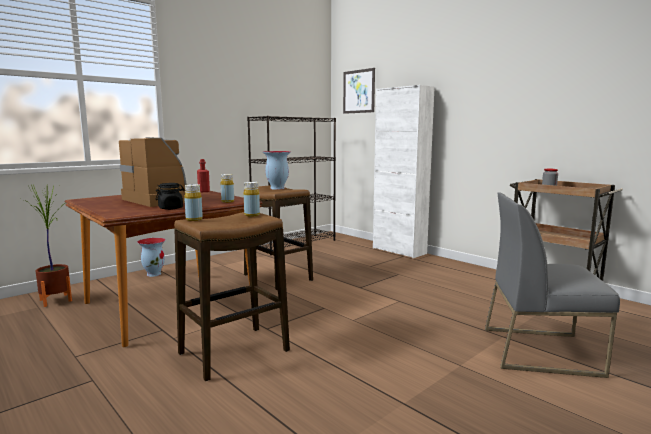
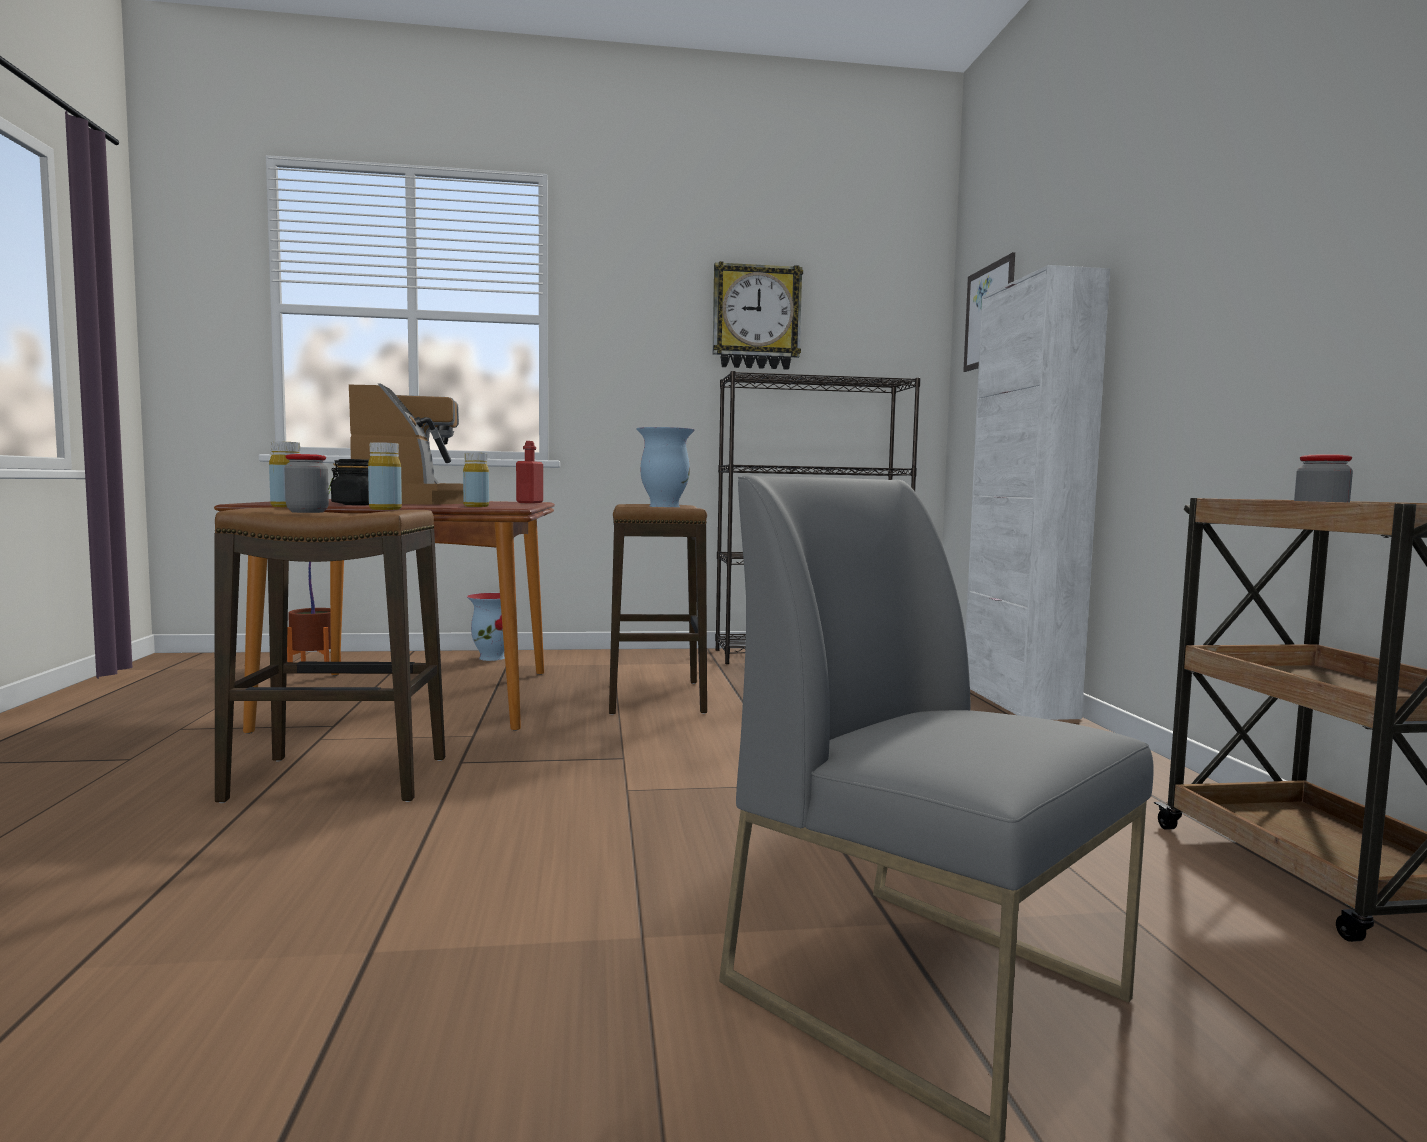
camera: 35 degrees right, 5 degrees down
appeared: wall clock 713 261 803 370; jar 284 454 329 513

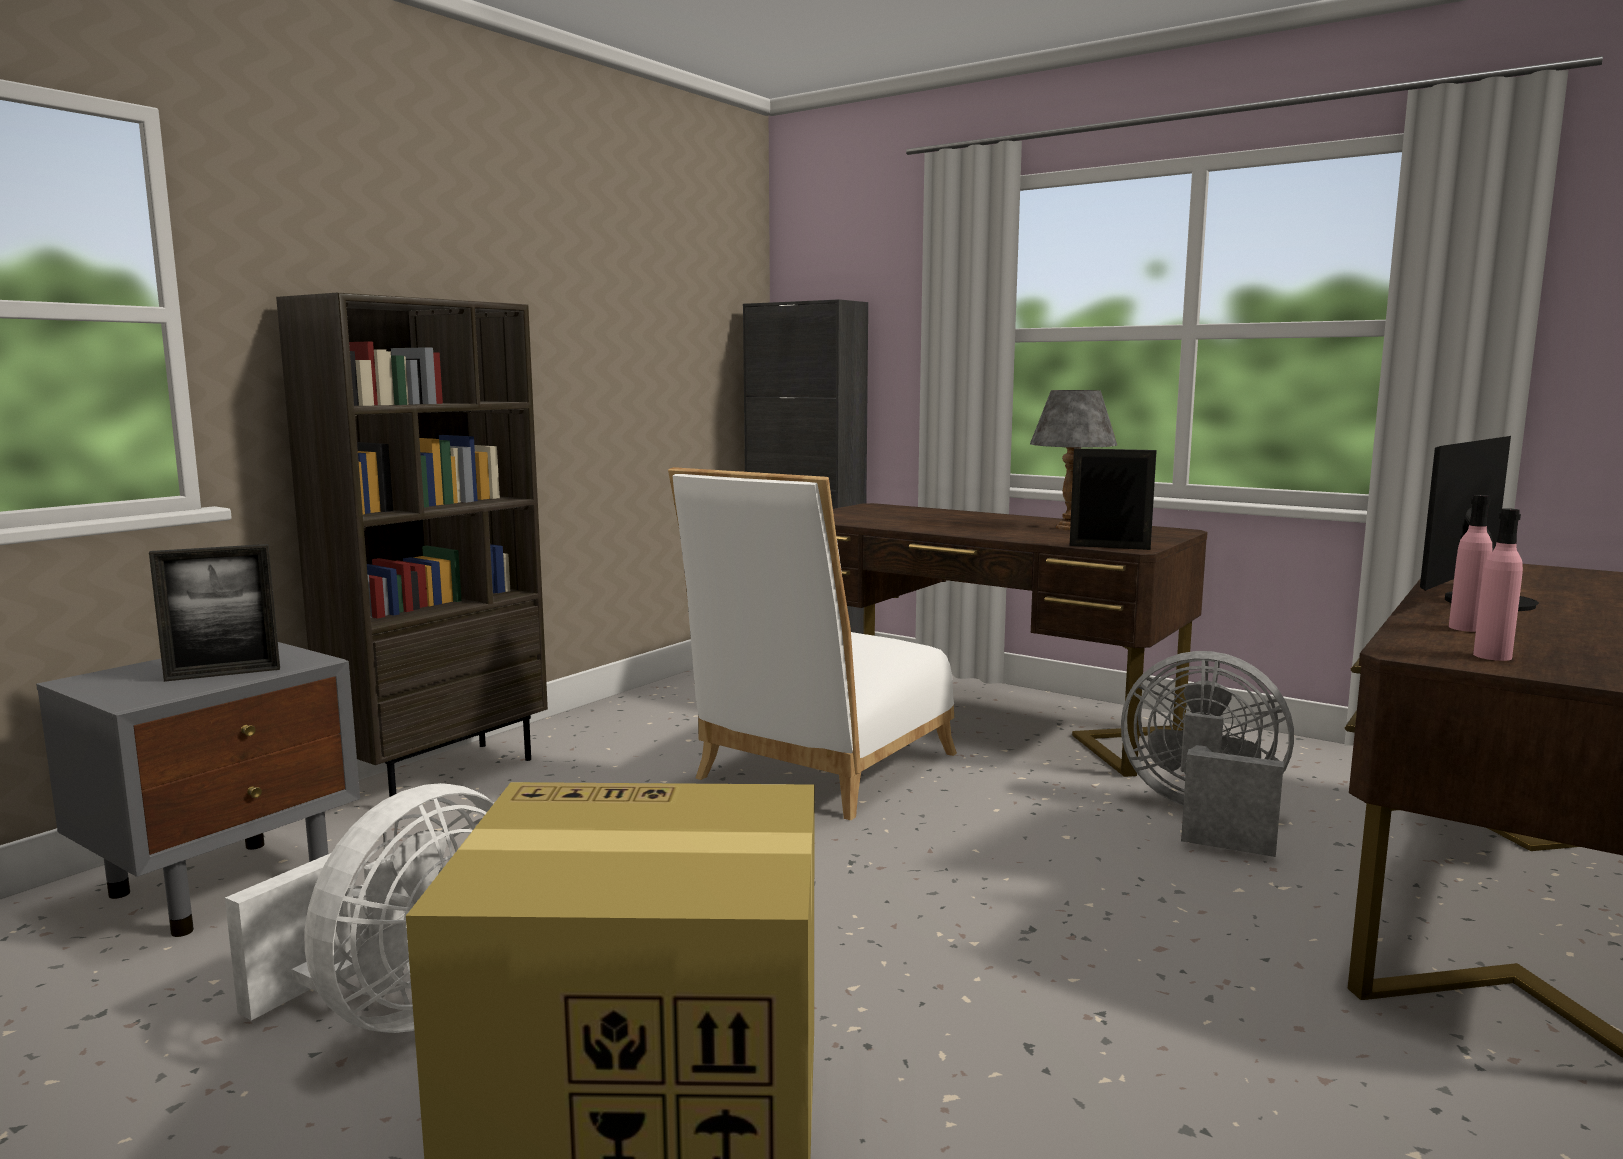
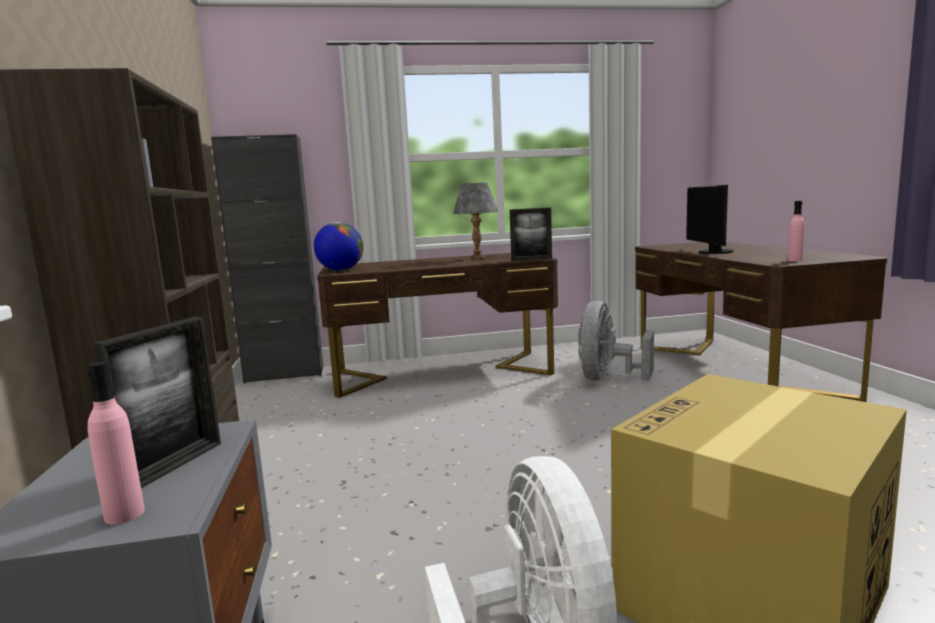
camera: 45 degrees left, 0 degrees up
missing: white chair 668 467 957 820
appeared: globe 314 222 363 271
relocated: pink bottle 1449 495 1492 632 to 87 362 145 524
spun: picture frame 1070 448 1157 550 = 510 208 552 261 150 degrees counterclockwise; grey fan 1121 651 1294 857 = 578 301 654 381 45 degrees counterclockwise

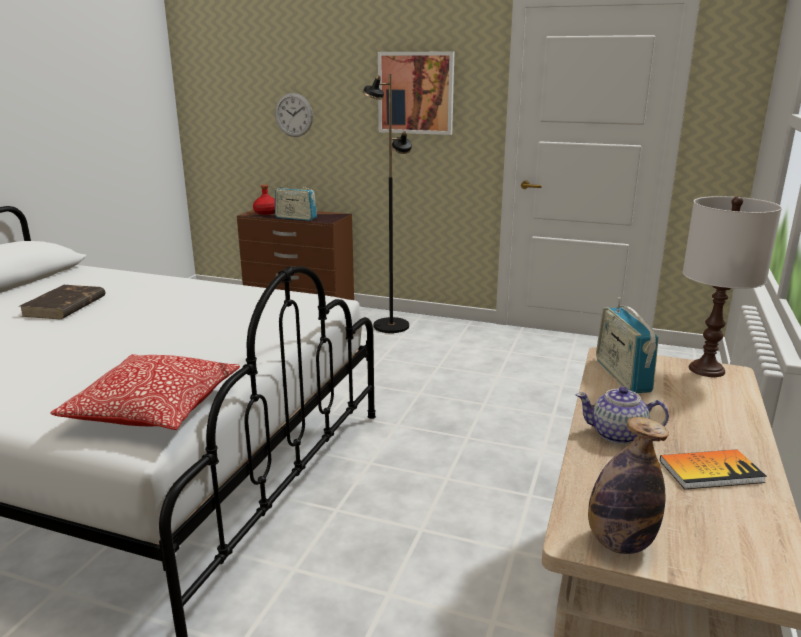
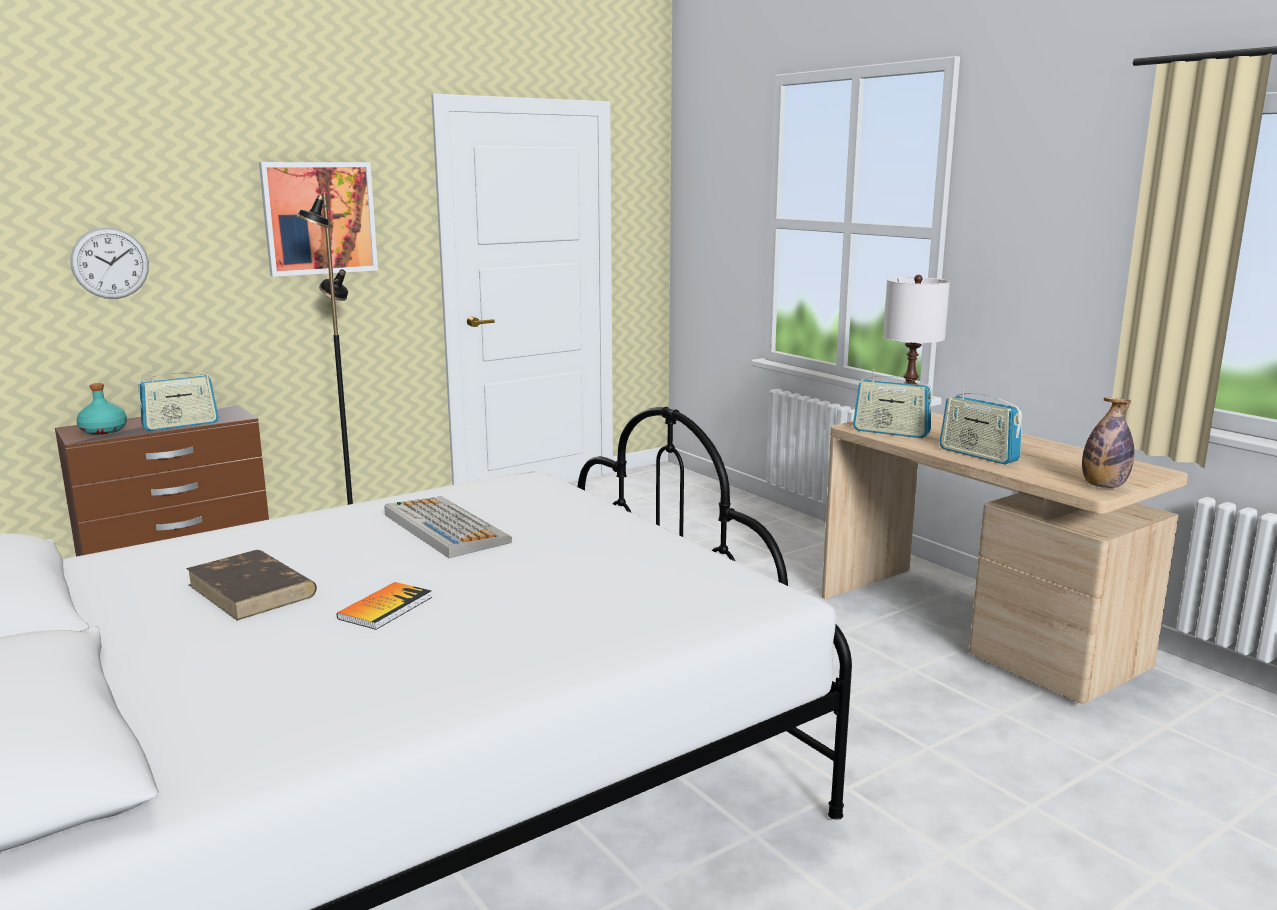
camera: 55 degrees left, 5 degrees down
missing: pillow 50 354 240 430
appeared: keyboard 385 496 512 558
relocated: book 660 449 767 489 to 337 582 432 630
exchanged: teapot 575 387 669 444 to radio 940 385 1022 465
colour: red bottle 253 185 275 215 to turquoise bottle 76 383 127 435

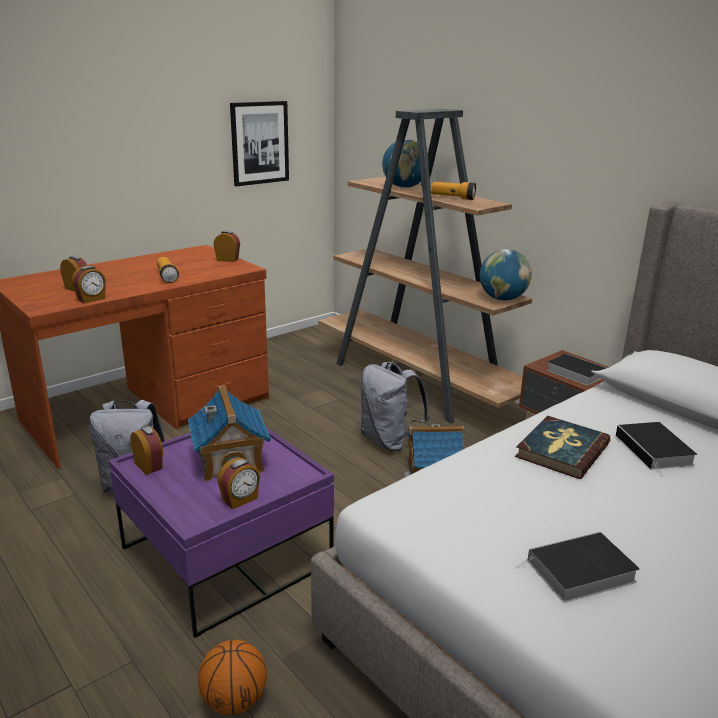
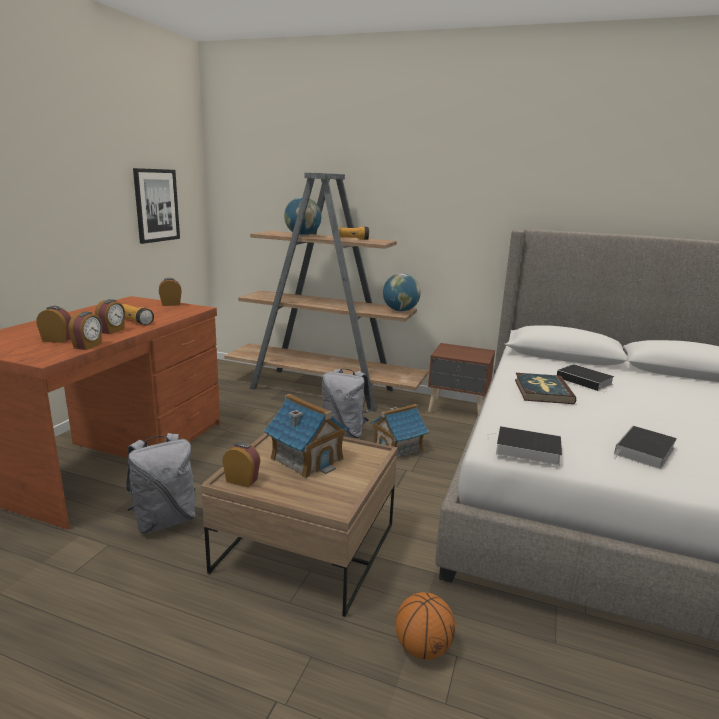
camera: 30 degrees left, 5 degrees down
relocated: book 547 354 606 386 to 487 426 562 466; alarm clock 218 457 260 509 to 95 299 125 334
colour: purple coffee table 109 427 334 638 to brown coffee table 201 433 397 617

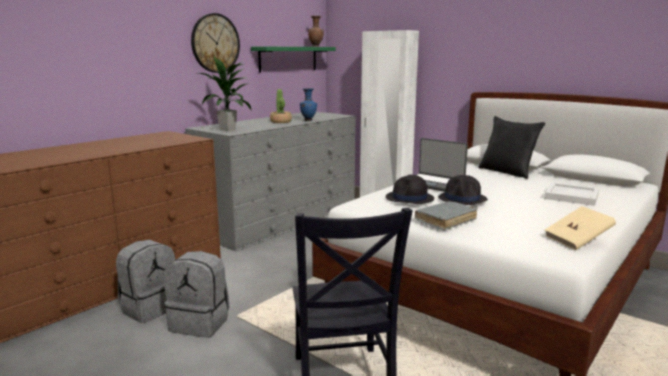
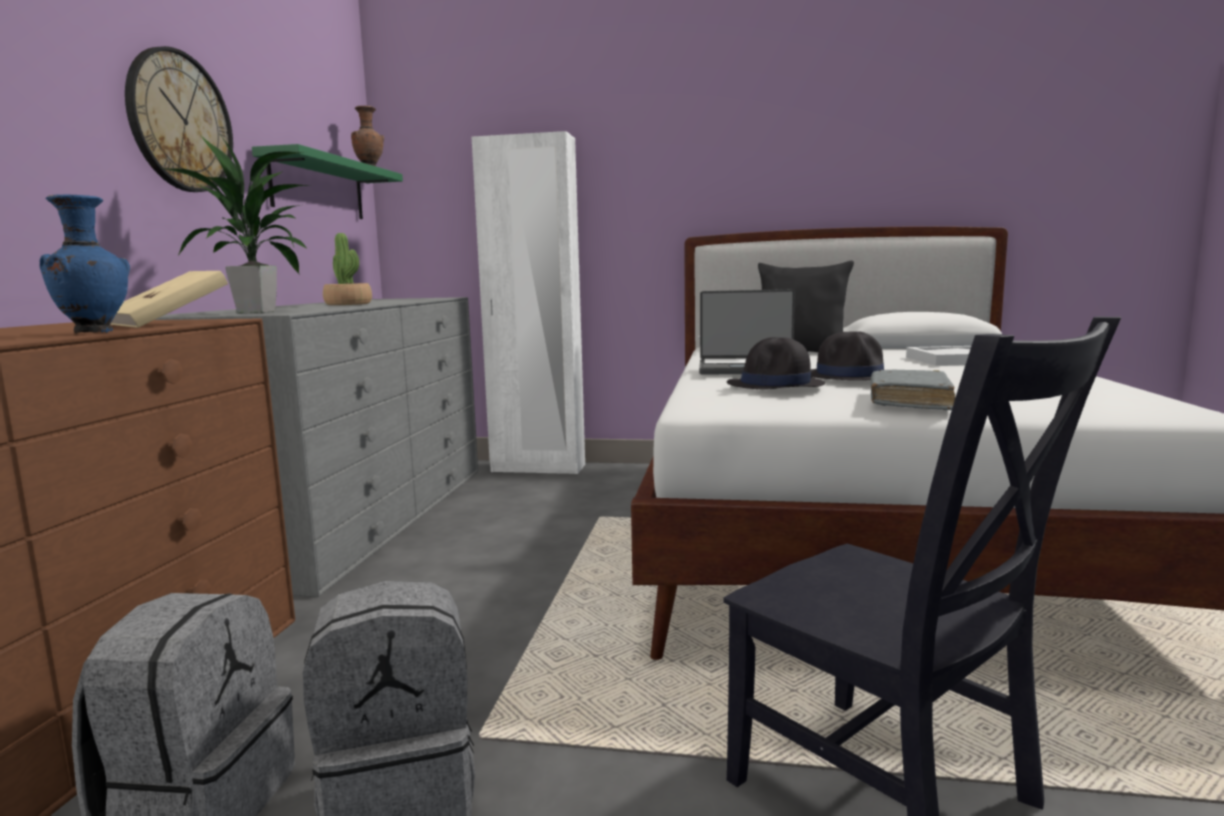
camera: 30 degrees left, 5 degrees down
relocated: blue vase 300 88 317 121 to 39 195 130 333; beige book 545 206 616 250 to 111 271 228 328

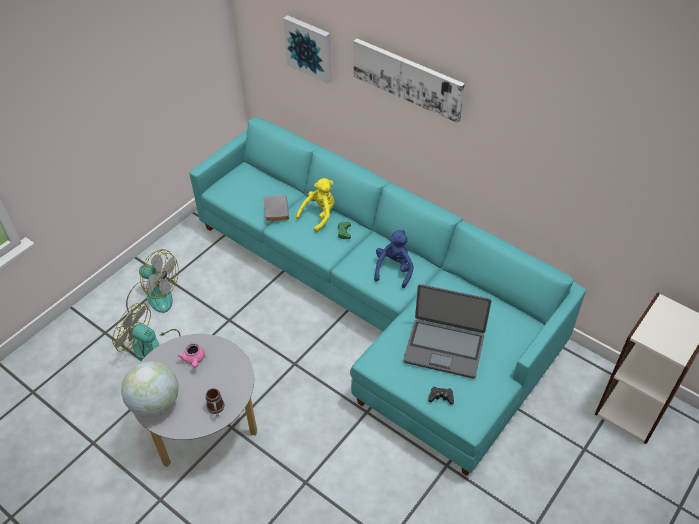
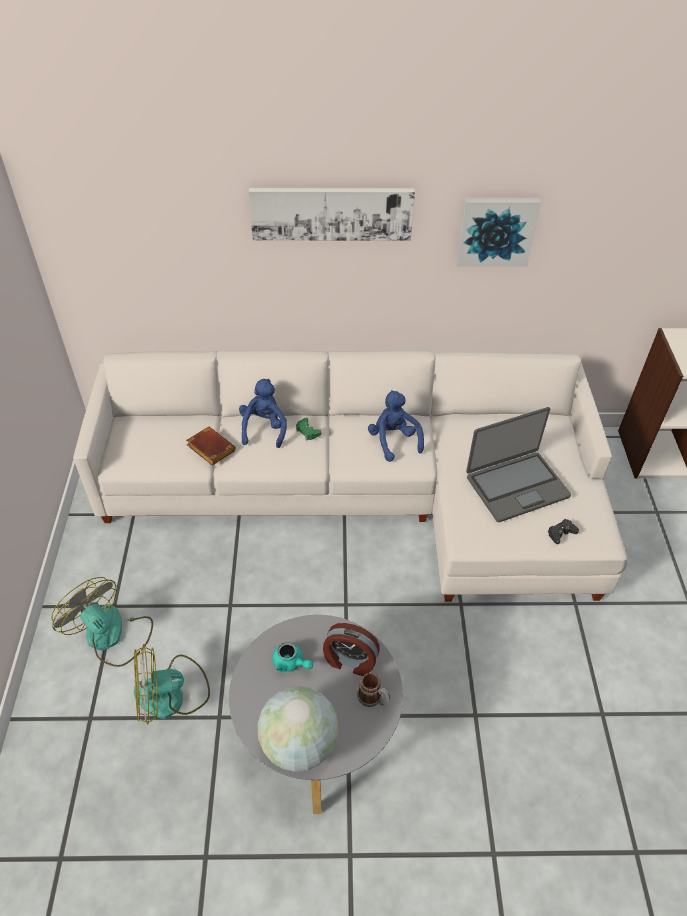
camera: 40 degrees left, 0 degrees up
appeared: alarm clock 323 623 380 676
relocated: picture 283 15 332 84 to 456 197 541 266
colour: turquoise sofa 189 117 586 476 to white sofa 73 350 627 602; yellow plush toy 296 178 335 233 to blue plush toy 239 379 287 448; grey book 264 195 289 221 to brown book 186 427 236 466; pink teapot 177 344 205 367 to turquoise teapot 273 642 313 672
spun: fan 126 249 179 315 = 51 577 153 667 120 degrees counterclockwise

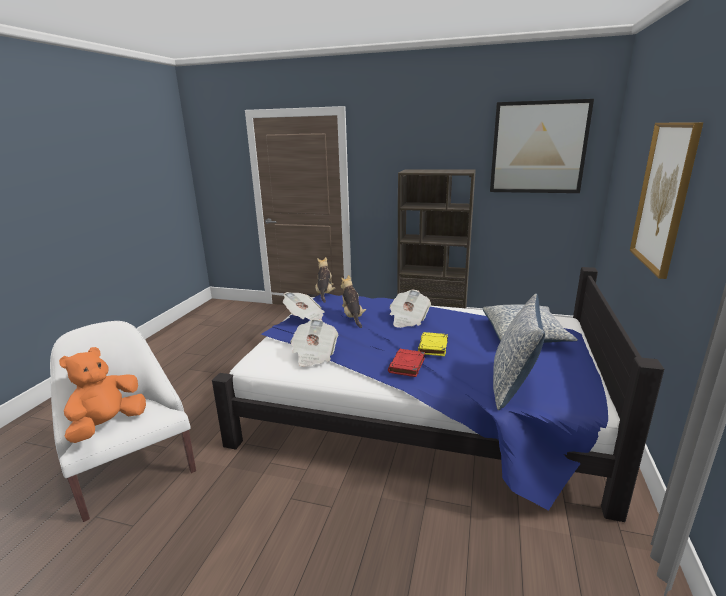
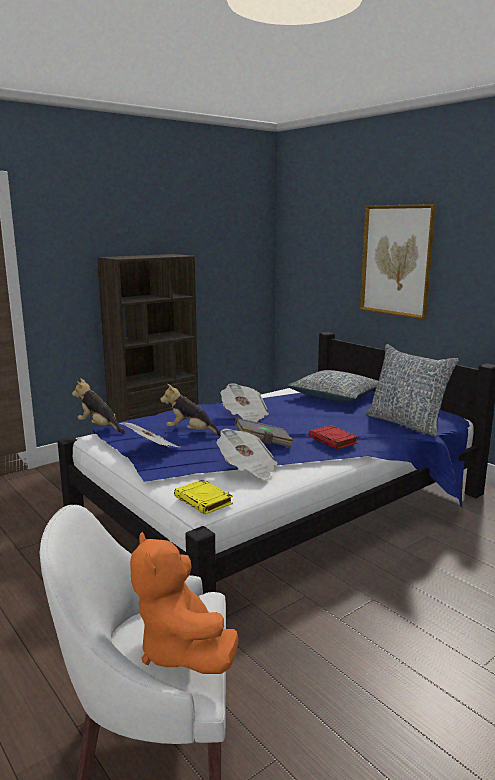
camera: 55 degrees left, 5 degrees down
missing: picture 490 99 594 193
appeared: grey book 234 418 294 448
relocated: yellow book 418 332 448 356 to 174 479 233 515

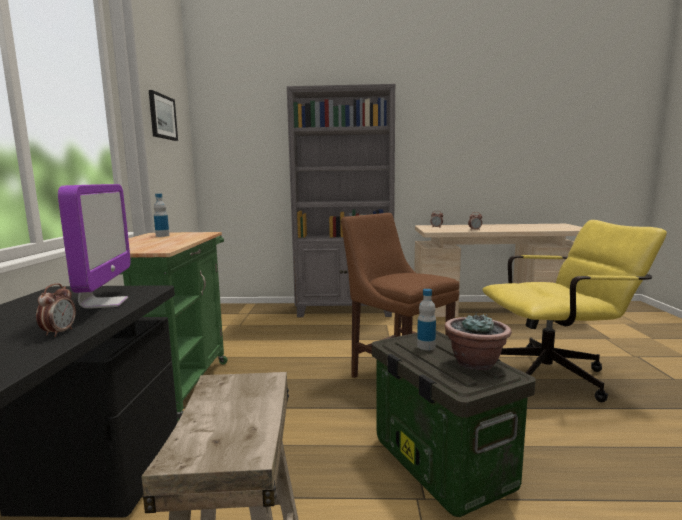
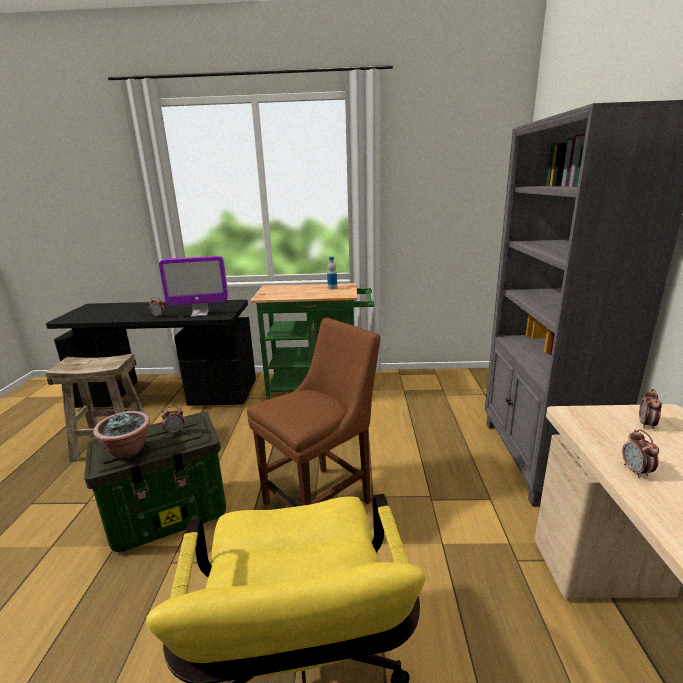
camera: 90 degrees right, 10 degrees up
missing: picture 149 90 178 141
exchanged: bottle 417 289 436 350 to alarm clock 161 406 185 435

